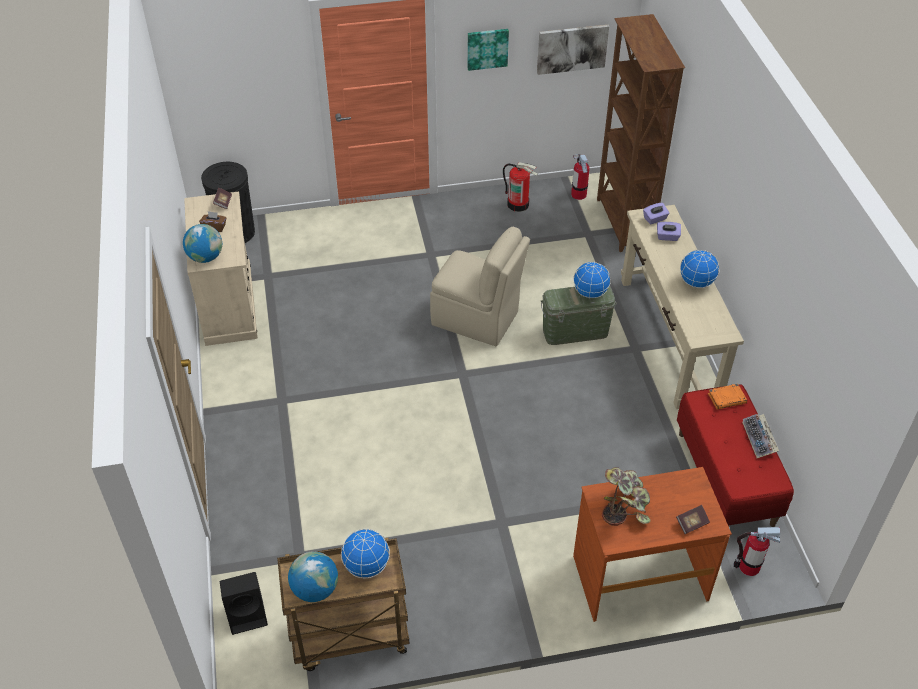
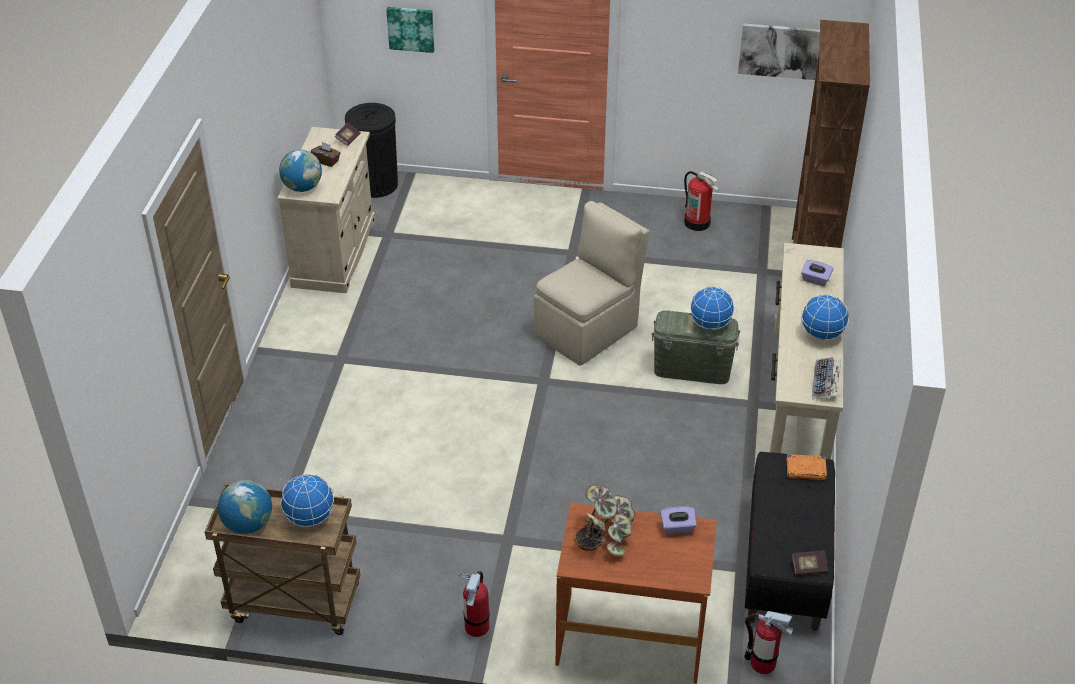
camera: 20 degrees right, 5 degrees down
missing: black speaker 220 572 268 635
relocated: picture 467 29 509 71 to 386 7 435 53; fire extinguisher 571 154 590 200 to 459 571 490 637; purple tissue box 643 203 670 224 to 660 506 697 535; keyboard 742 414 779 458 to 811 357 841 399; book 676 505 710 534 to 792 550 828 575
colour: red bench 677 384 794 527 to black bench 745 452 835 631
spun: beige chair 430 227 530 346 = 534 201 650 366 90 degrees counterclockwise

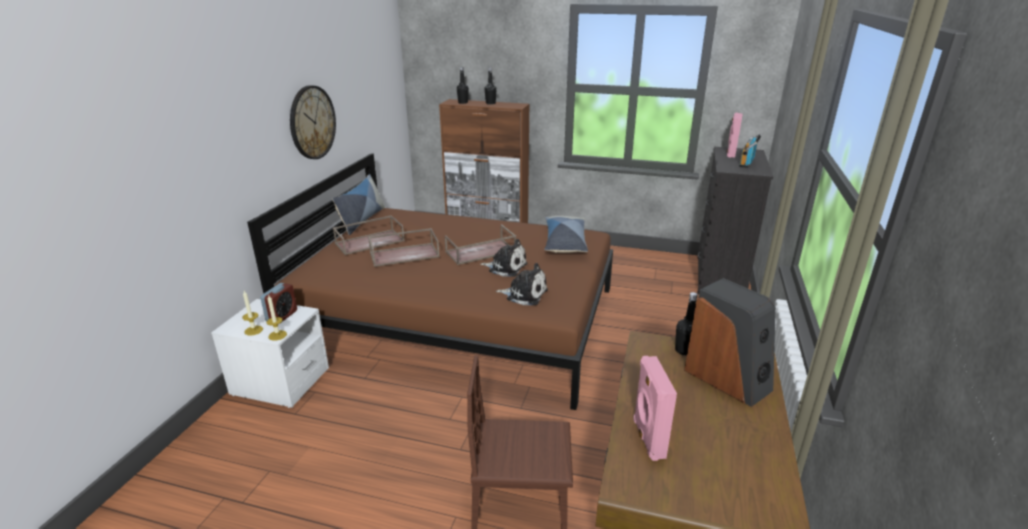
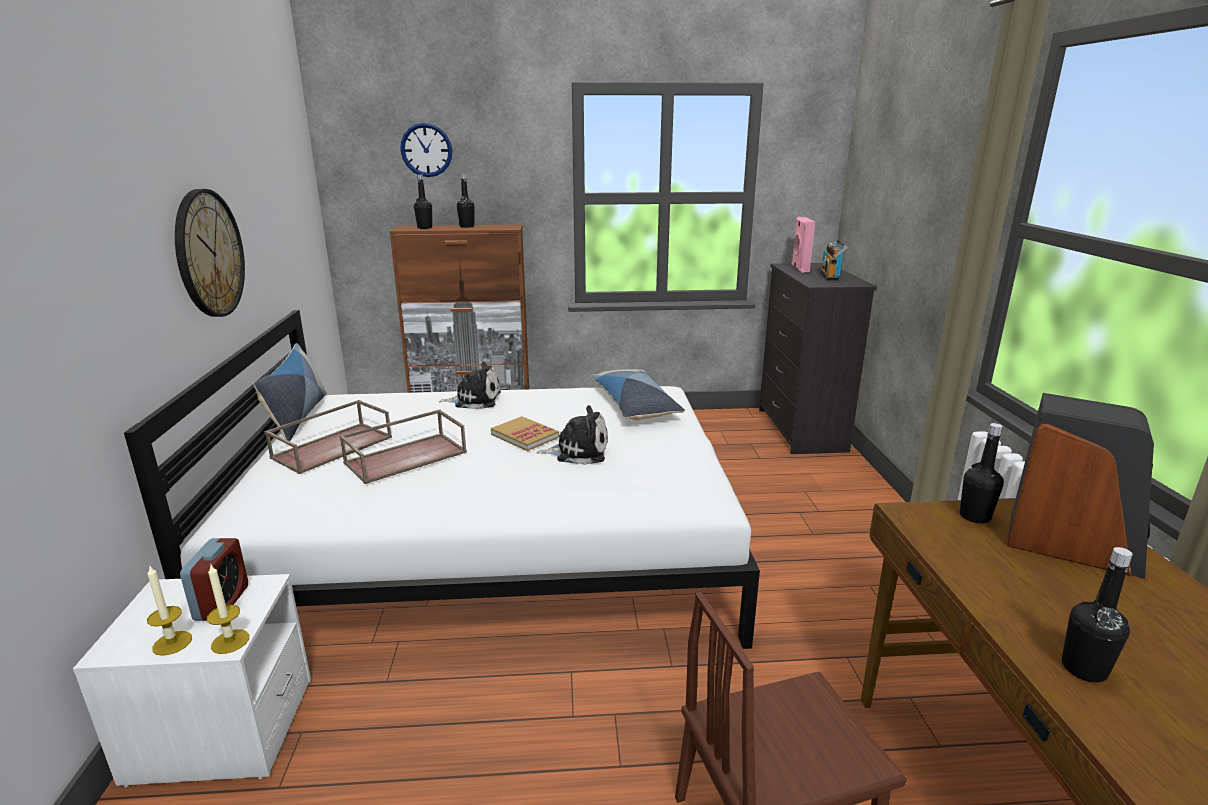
camera: 20 degrees left, 5 degrees down
appeared: wall clock 400 123 452 177
relocated: plush toy 496 263 548 305 to 439 362 501 409
exchanged: brown tray 445 224 516 265 to book 491 416 559 451; pink speaker 633 356 677 461 to black bottle 1062 547 1133 682
colour: brown bed 247 153 613 410 to white bed 124 310 760 649

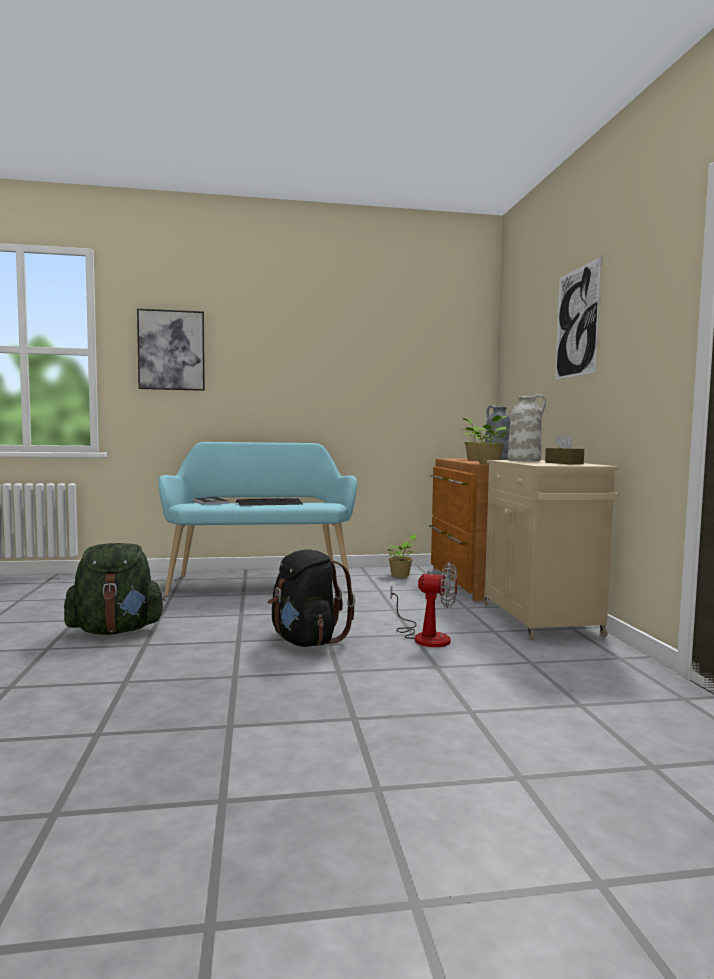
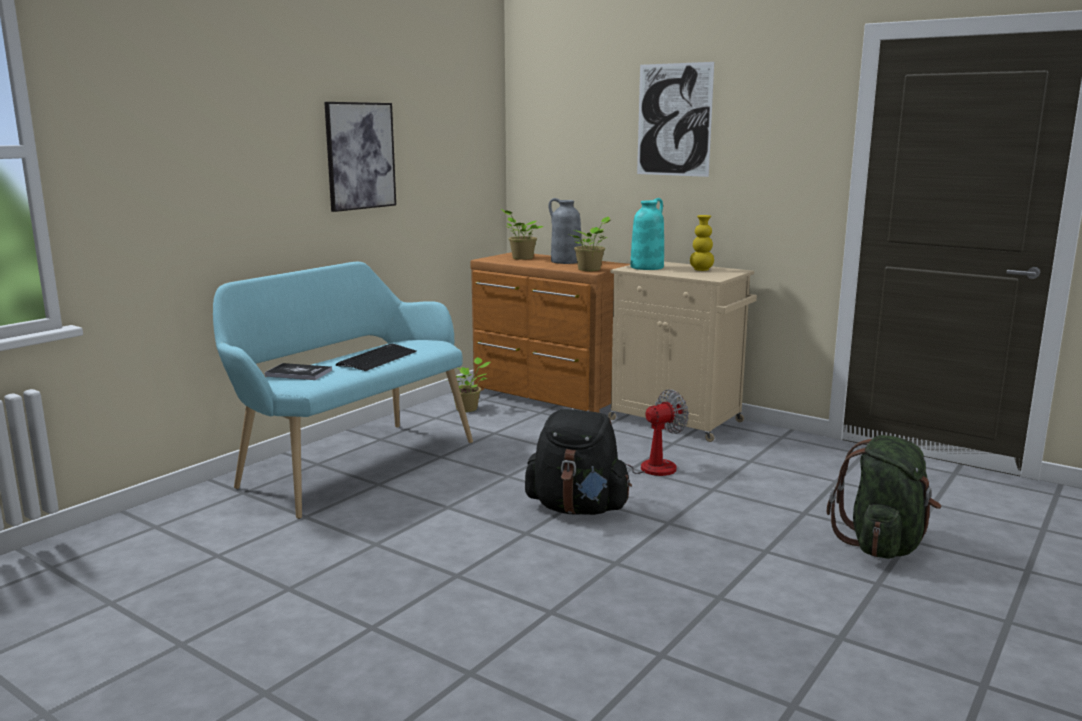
camera: 45 degrees left, 10 degrees up
relocated: picture 137 309 205 391 to 324 102 396 212; green backpack 64 543 166 635 to 827 435 942 559
exchanged: brown tissue box 545 434 584 464 to yellow vase 690 215 714 271
colour: white vase 508 394 546 462 to turquoise vase 631 198 664 270

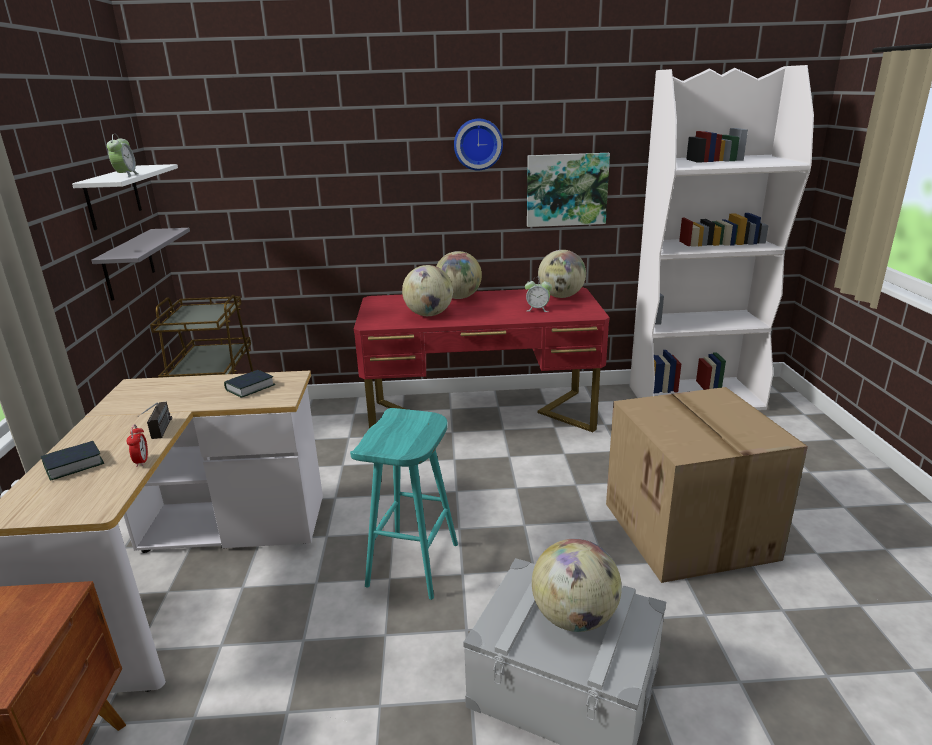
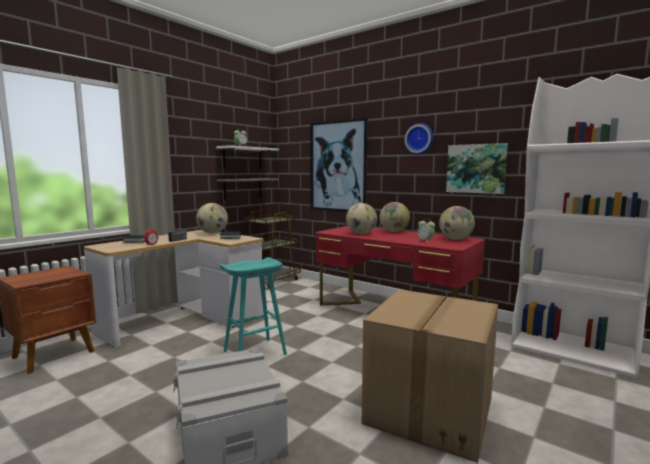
camera: 40 degrees right, 15 degrees down
appeared: picture 310 118 368 212
relocated: globe 532 539 622 632 to 196 203 228 233

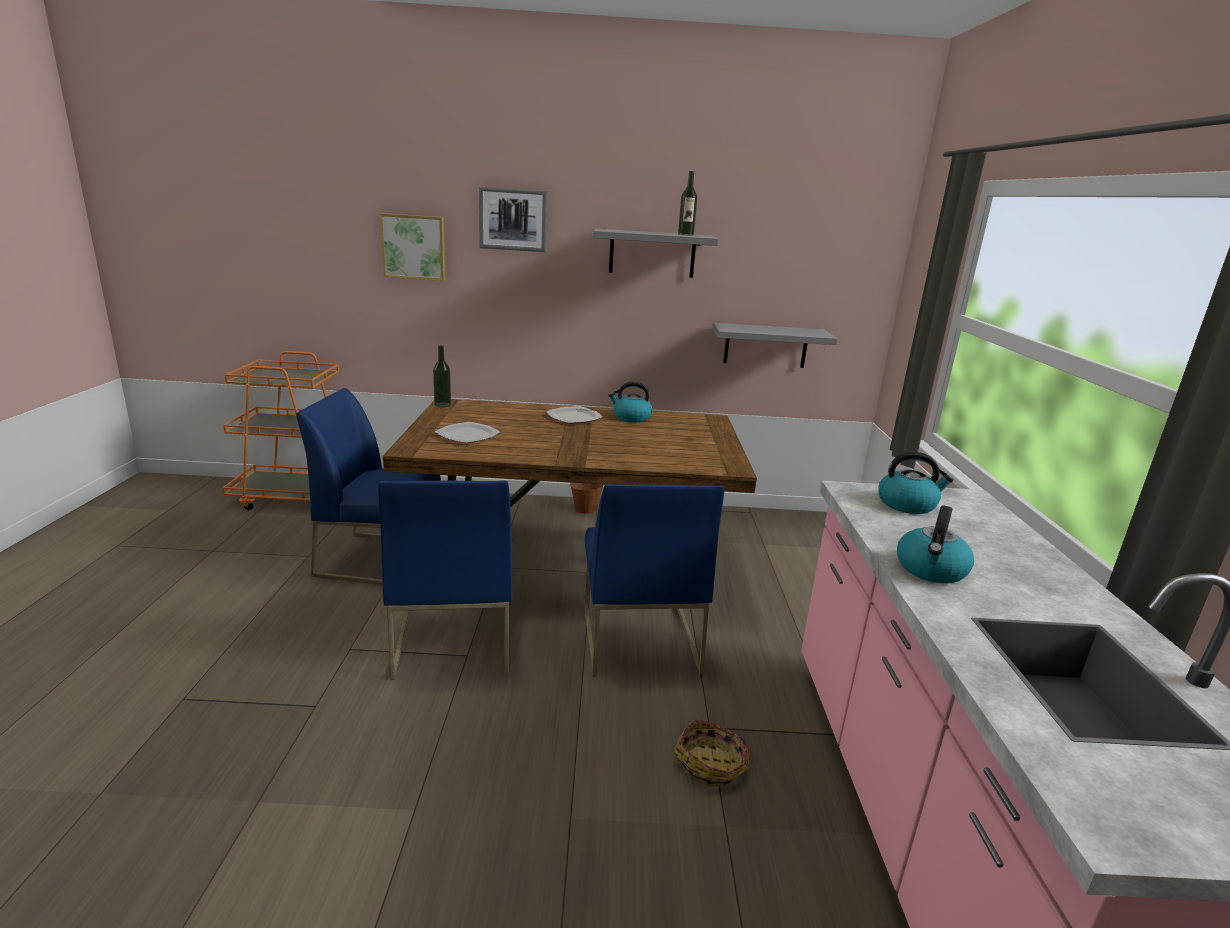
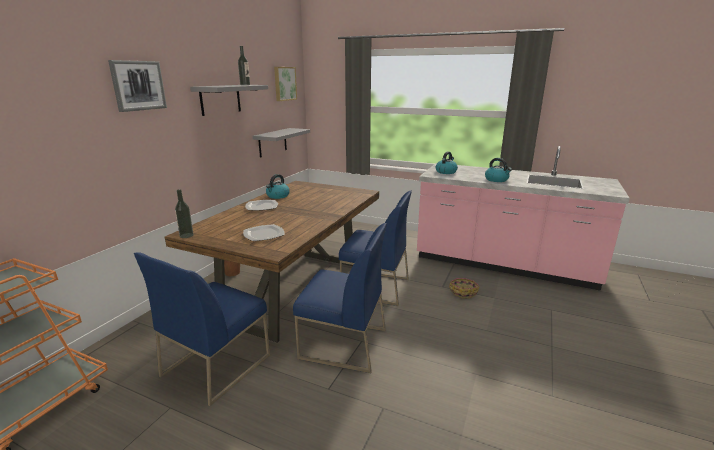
camera: 65 degrees left, 0 degrees up
relocated: picture 380 213 445 281 to 274 67 297 101

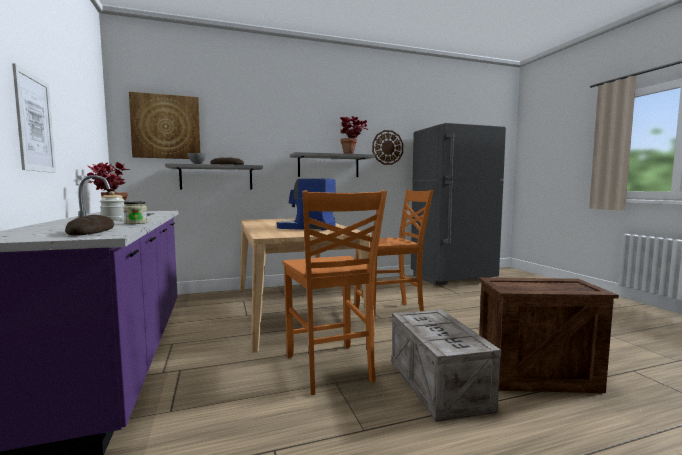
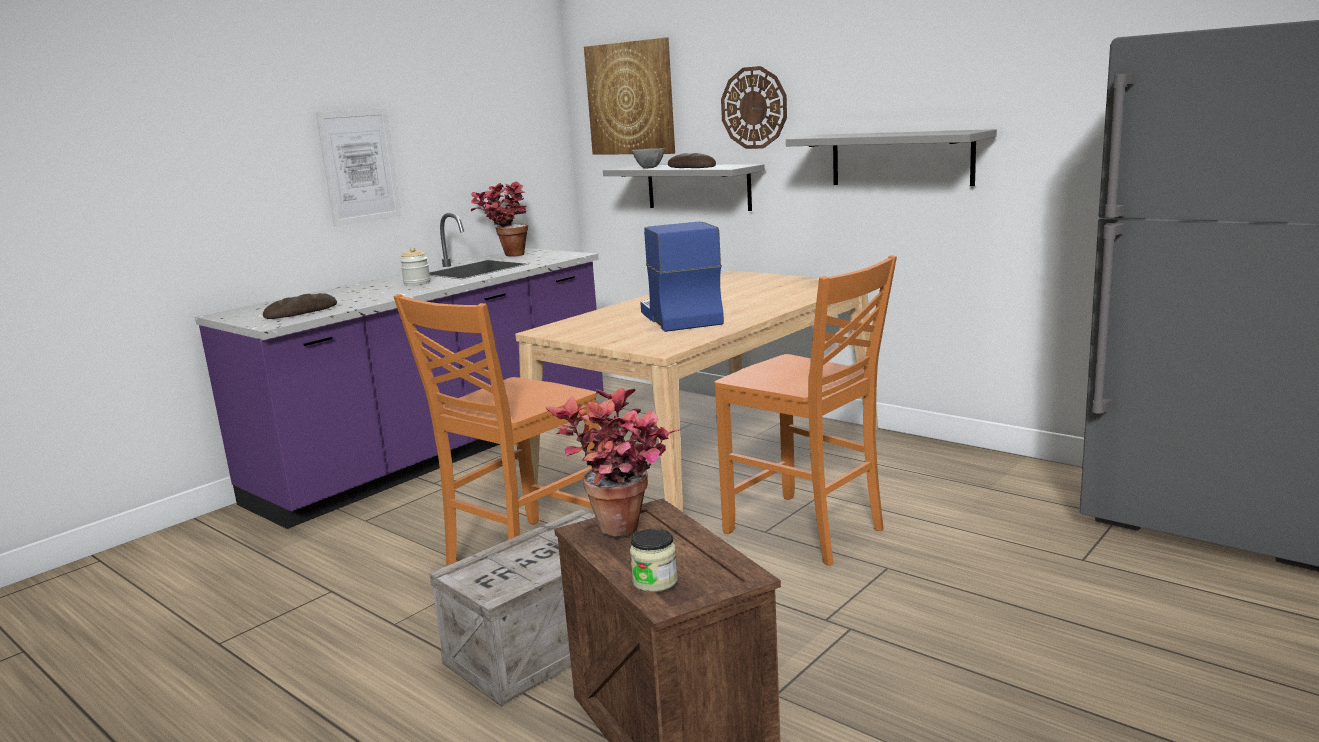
camera: 60 degrees right, 10 degrees up
relocated: potted plant 340 116 368 154 to 545 388 680 537; wall clock 372 130 403 165 to 721 66 787 149; jar 123 201 148 224 to 630 529 678 592

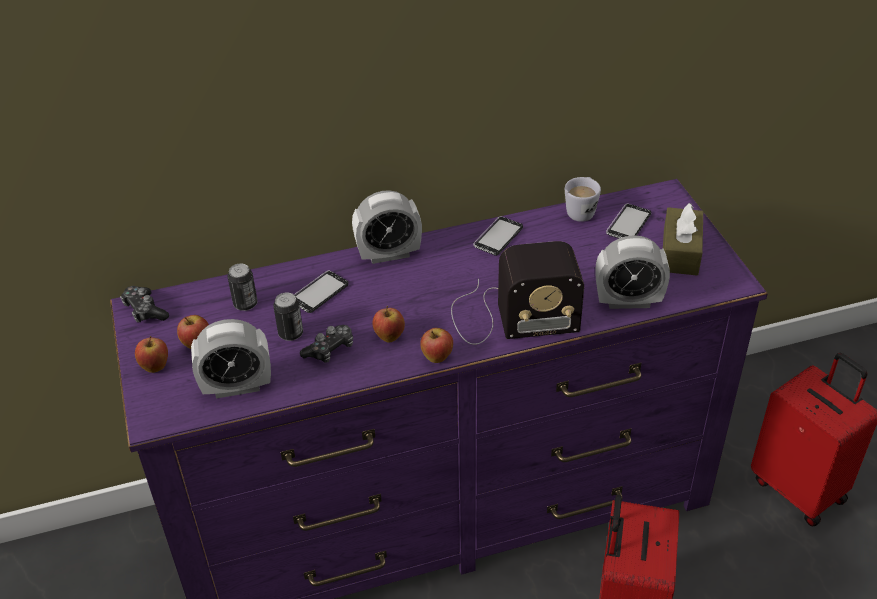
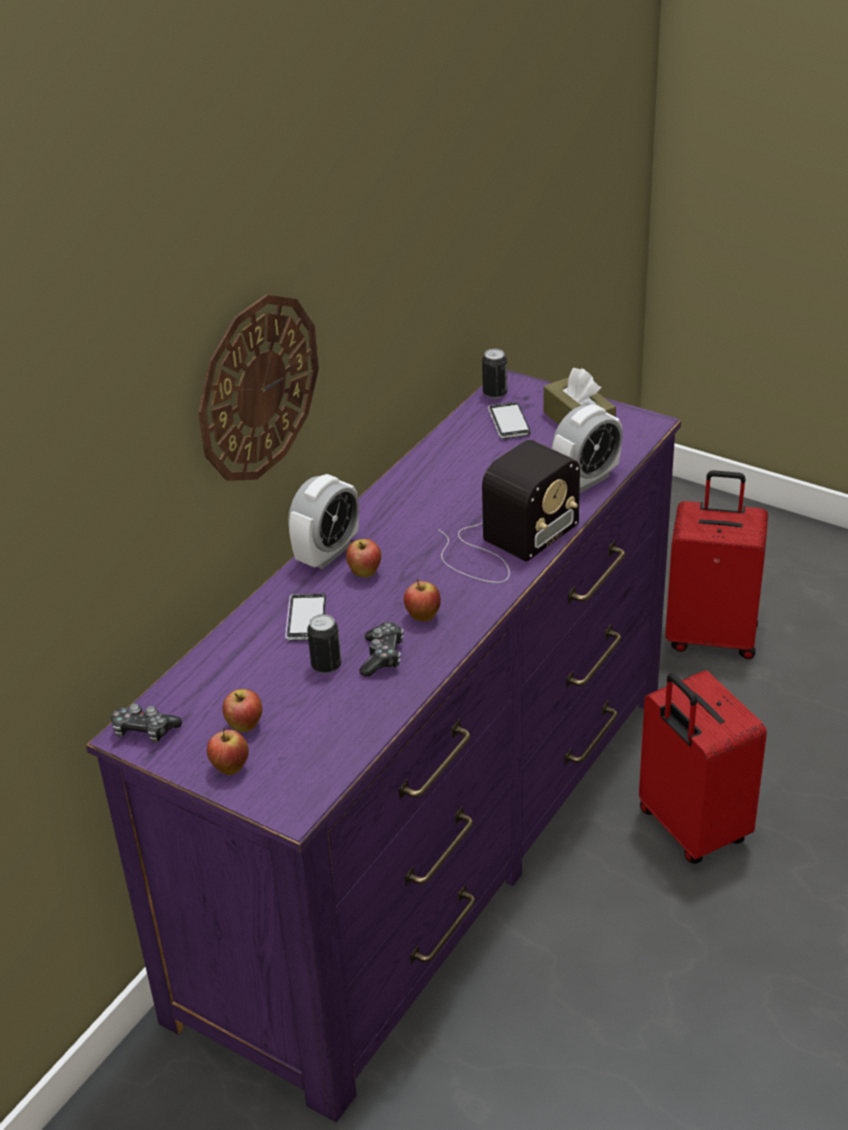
camera: 40 degrees left, 5 degrees down
missing: white mug 565 177 601 222; phone 473 216 523 256; alarm clock 191 319 271 399
appeared: wall clock 198 294 319 481
relocated: can 228 263 257 311 to 482 349 507 399; apple 420 328 453 363 to 346 539 381 578

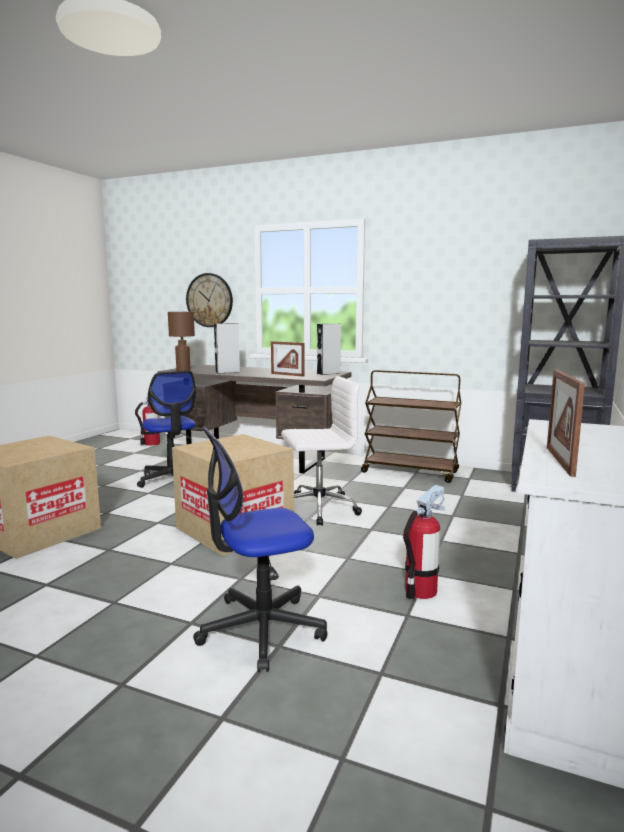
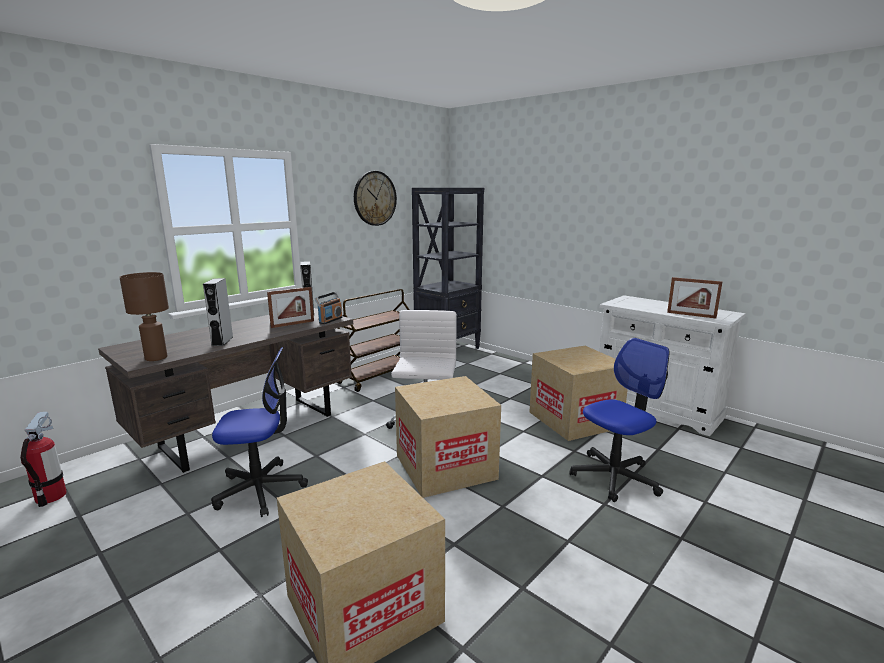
camera: 70 degrees left, 5 degrees up
appeared: radio 315 292 343 324
relocated: wall clock 186 273 233 327 to 354 171 397 226
exchanged: fire extinguisher 403 485 445 599 to cardboard box 530 346 628 441
spun: office chair 193 426 327 672 = 569 338 670 502 120 degrees counterclockwise

